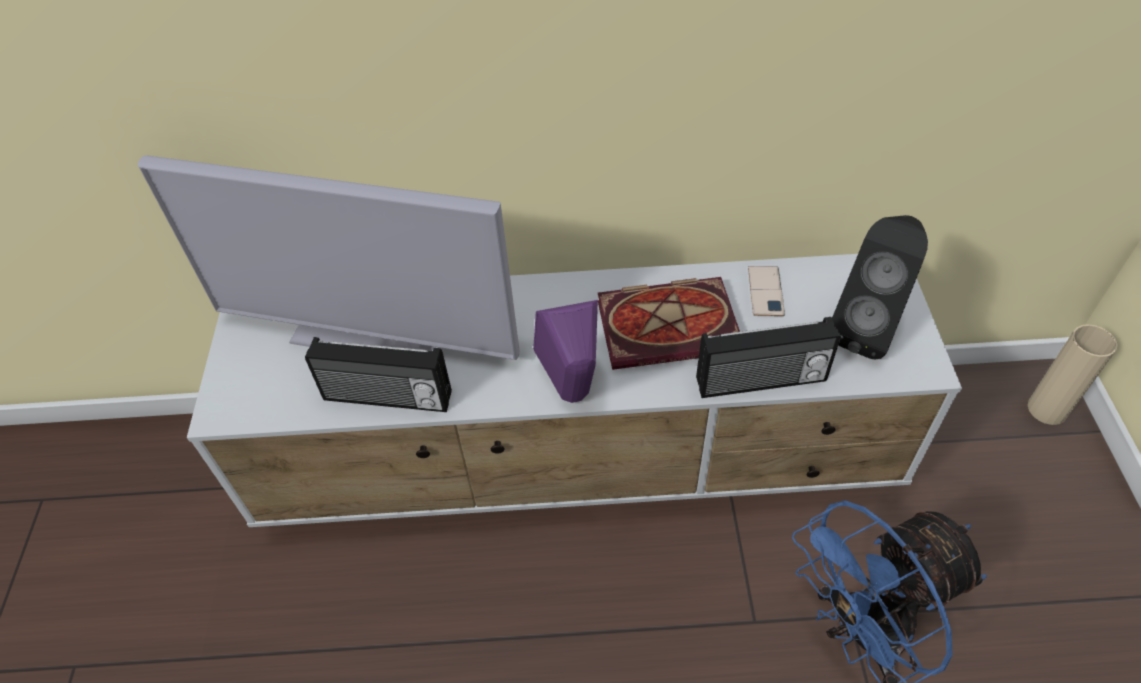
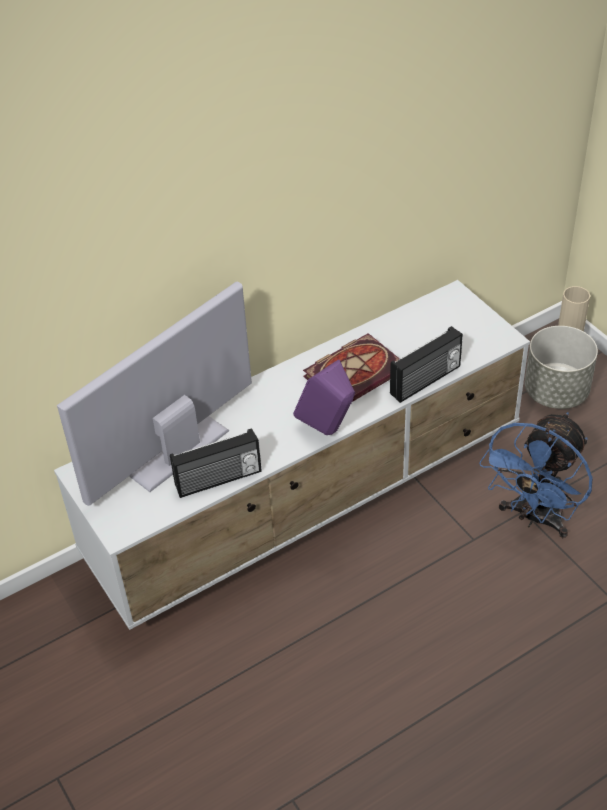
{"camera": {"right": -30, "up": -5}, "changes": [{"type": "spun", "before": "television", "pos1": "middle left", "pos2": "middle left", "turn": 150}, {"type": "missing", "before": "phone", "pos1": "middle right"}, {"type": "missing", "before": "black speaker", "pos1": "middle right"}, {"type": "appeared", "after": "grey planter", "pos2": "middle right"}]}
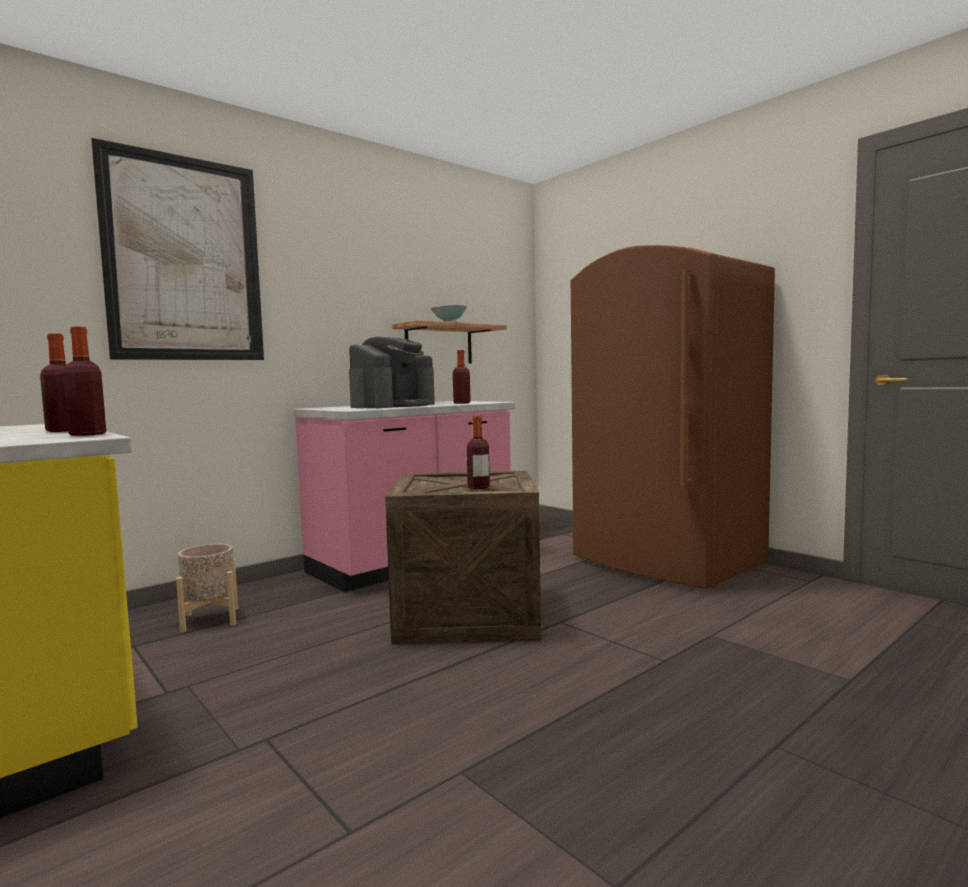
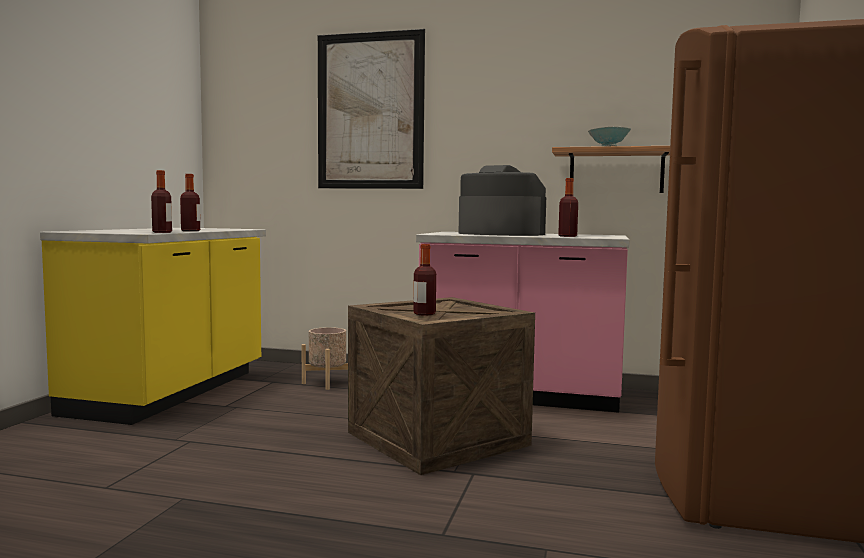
{"camera": {"right": 55, "up": 0}, "changes": [{"type": "spun", "before": "coffee machine", "pos1": "centre", "pos2": "centre", "turn": -150}]}
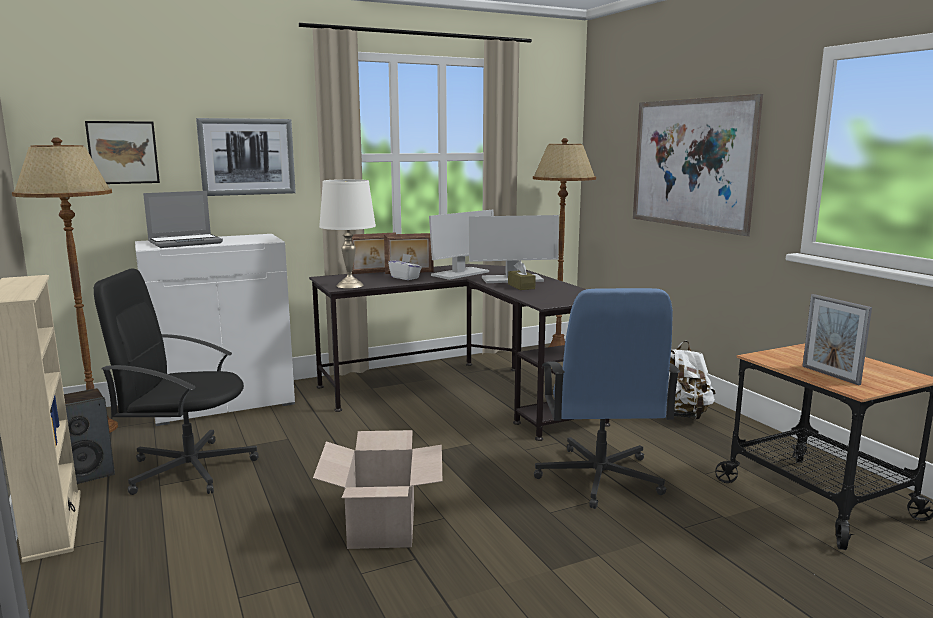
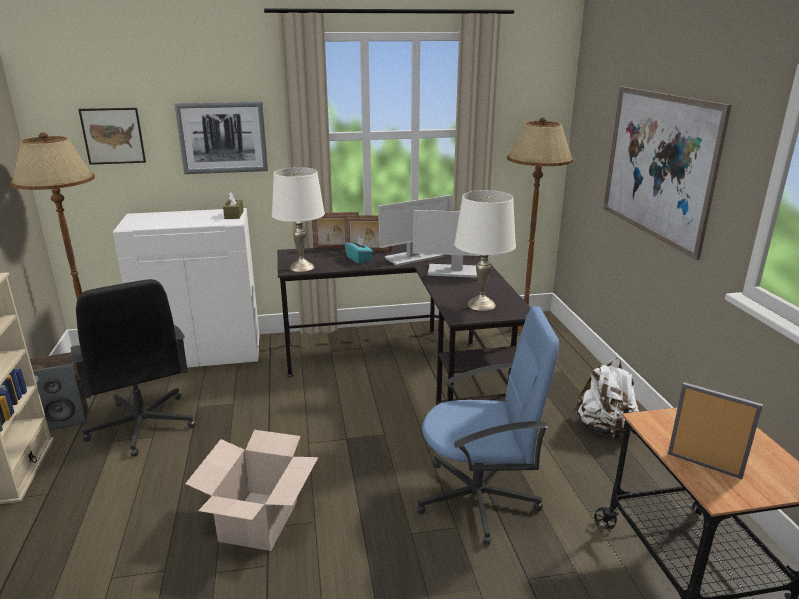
{"camera": {"right": 15, "up": 10}, "changes": [{"type": "spun", "before": "black office chair", "pos1": "middle left", "pos2": "middle left", "turn": -135}, {"type": "missing", "before": "laptop", "pos1": "middle left"}, {"type": "colour", "before": "white tissue box", "after": "turquoise tissue box", "pos1": "centre", "pos2": "centre"}, {"type": "relocated", "before": "brown tissue box", "pos1": "centre", "pos2": "middle left"}, {"type": "spun", "before": "blue office chair", "pos1": "centre", "pos2": "bottom centre", "turn": -105}, {"type": "spun", "before": "picture frame (no. 3 from left)", "pos1": "middle right", "pos2": "bottom right", "turn": 135}, {"type": "appeared", "after": "white table lamp (no. 2 from left)", "pos2": "centre"}]}
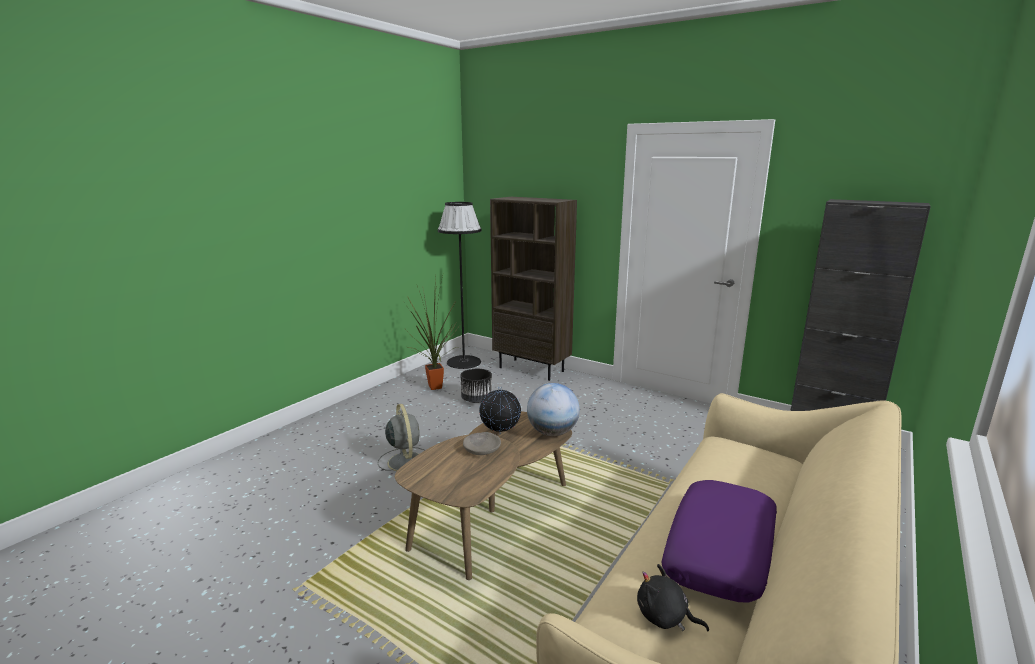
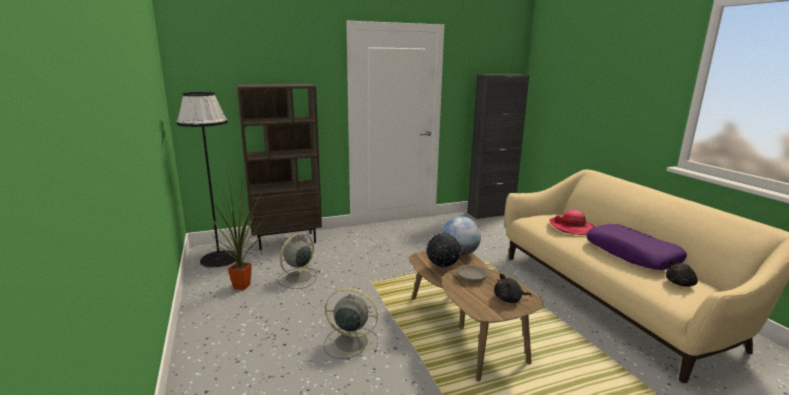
{"camera": {"right": -55, "up": 0}, "changes": [{"type": "exchanged", "before": "black planter", "after": "grey fan (no. 1 from left)", "pos1": "centre", "pos2": "centre"}, {"type": "appeared", "after": "black plush toy (no. 1 from left)", "pos2": "bottom centre"}, {"type": "appeared", "after": "hat", "pos2": "middle right"}]}
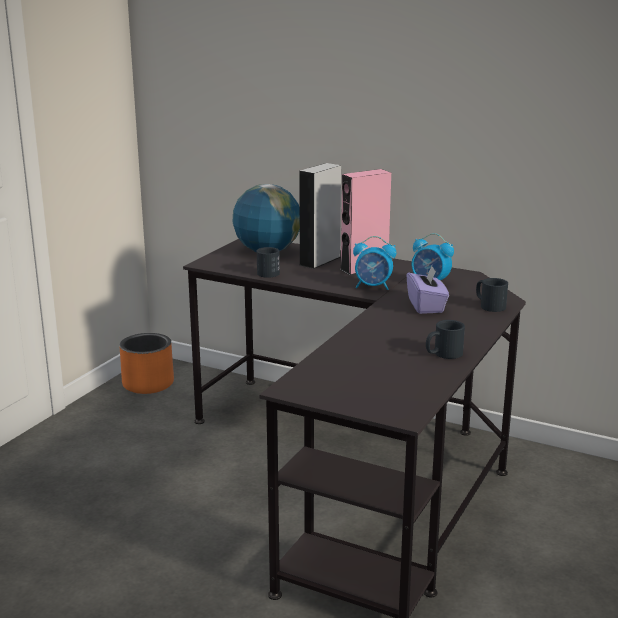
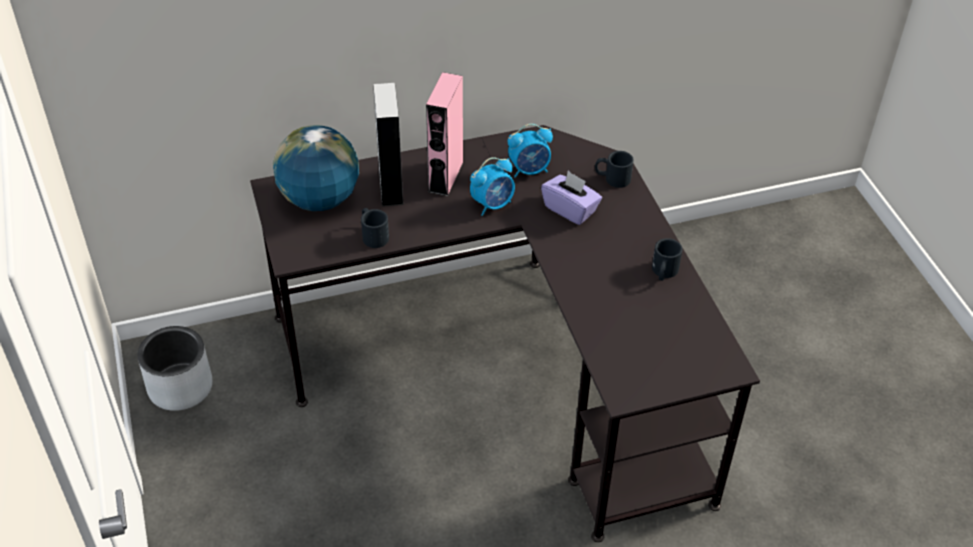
{"camera": {"right": -45, "up": 25}, "changes": [{"type": "colour", "before": "orange planter", "after": "grey planter", "pos1": "middle left", "pos2": "bottom left"}]}
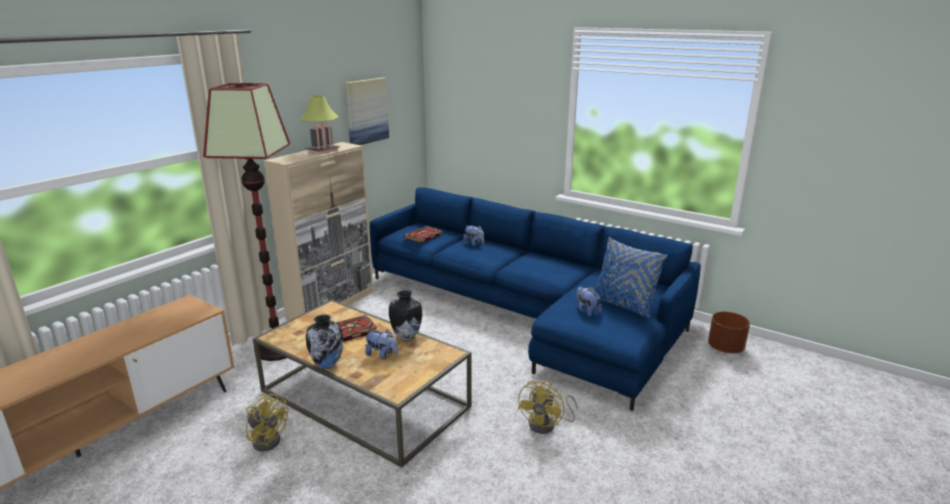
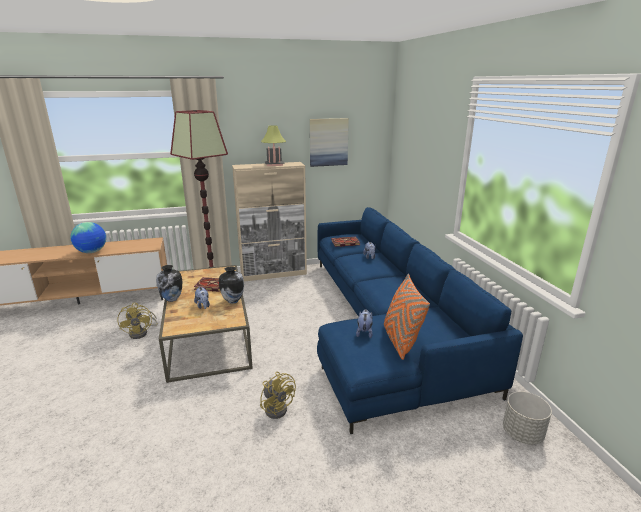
{"camera": {"right": 40, "up": 0}, "changes": [{"type": "spun", "before": "yellow fan (no. 2 from left)", "pos1": "bottom centre", "pos2": "bottom centre", "turn": -105}, {"type": "colour", "before": "blue pillow", "after": "orange pillow", "pos1": "centre", "pos2": "centre"}, {"type": "colour", "before": "brown planter", "after": "grey planter", "pos1": "middle right", "pos2": "bottom right"}, {"type": "appeared", "after": "globe", "pos2": "middle left"}]}
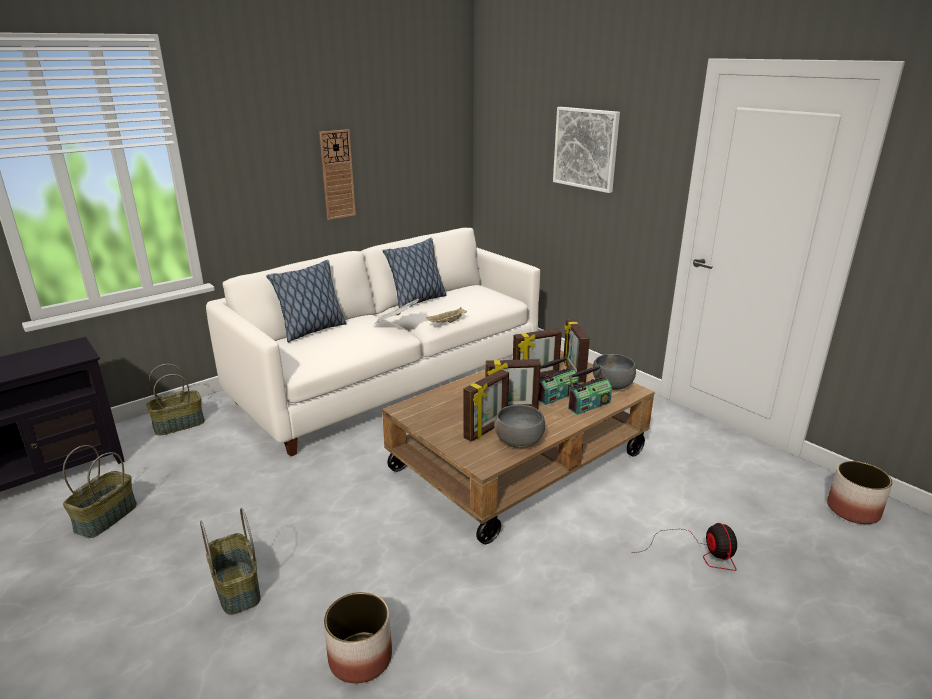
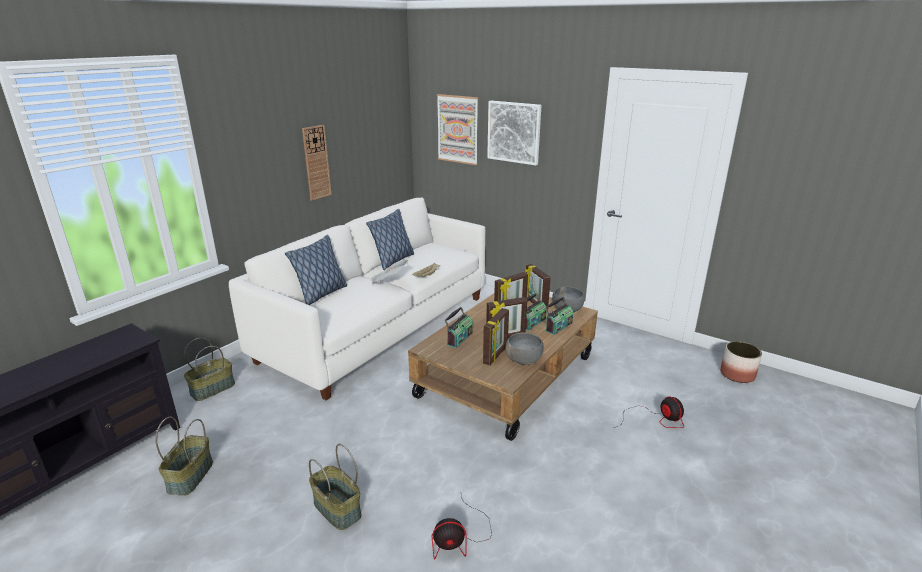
{"camera": {"right": -15, "up": 0}, "changes": [{"type": "exchanged", "before": "planter (no. 1 from left)", "after": "fan (no. 1 from left)", "pos1": "bottom centre", "pos2": "bottom centre"}, {"type": "appeared", "after": "picture (no. 1 from left)", "pos2": "top centre"}, {"type": "appeared", "after": "radio (no. 1 from left)", "pos2": "centre"}]}
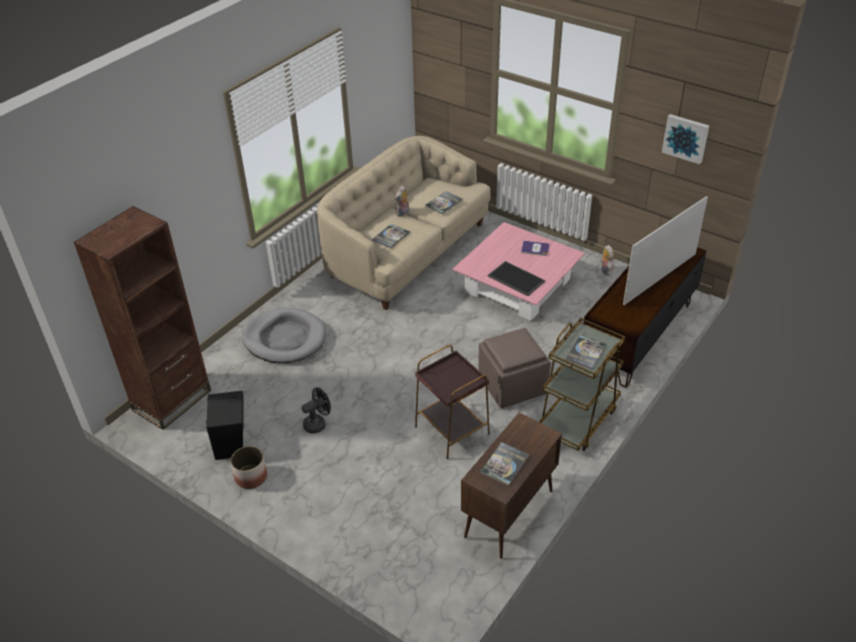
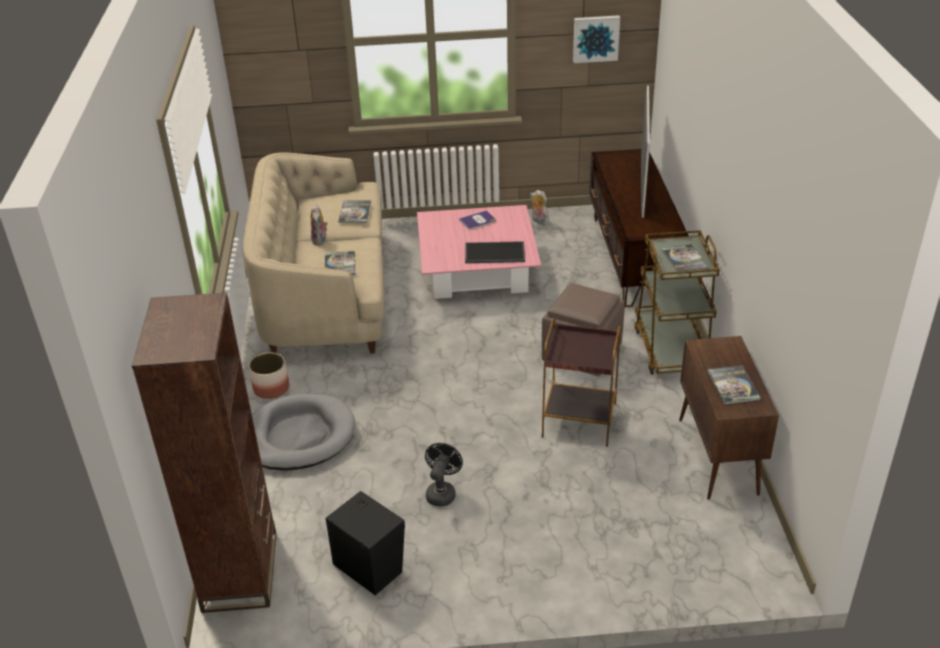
{"camera": {"right": -40, "up": -5}, "changes": [{"type": "relocated", "before": "planter", "pos1": "bottom left", "pos2": "middle left"}]}
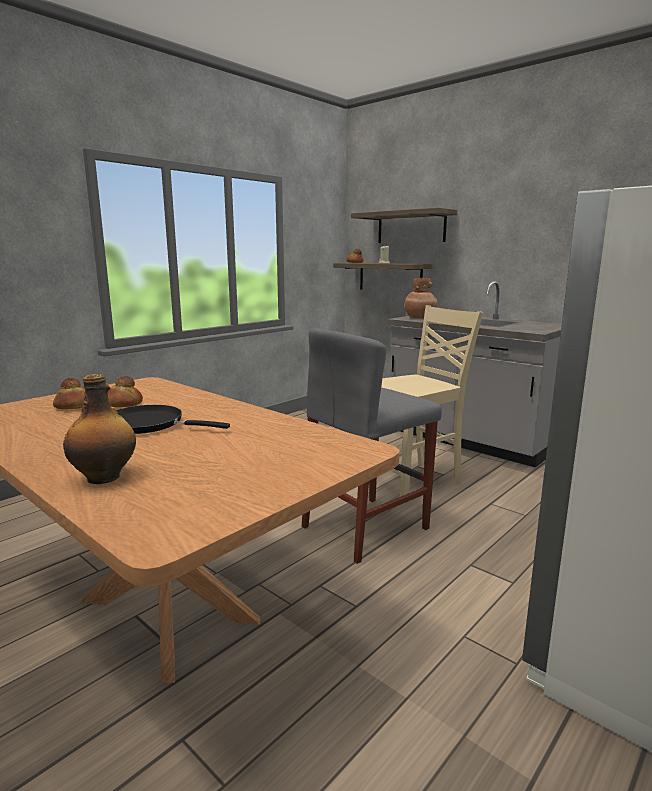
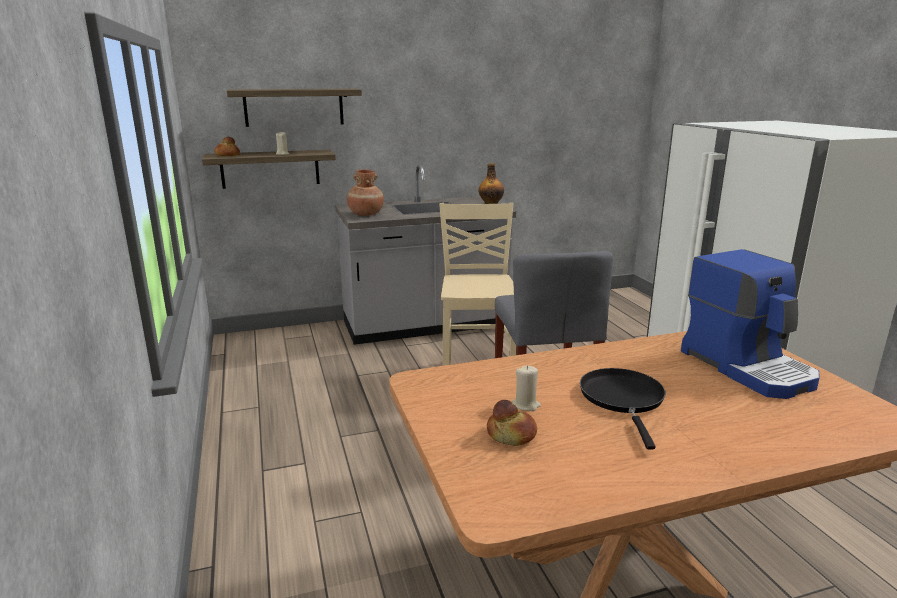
{"camera": {"right": -60, "up": 5}, "changes": [{"type": "relocated", "before": "bottle", "pos1": "middle left", "pos2": "top centre"}, {"type": "exchanged", "before": "bread (no. 2 from left)", "after": "beige candle (no. 2 from left)", "pos1": "middle left", "pos2": "centre"}, {"type": "spun", "before": "black frying pan", "pos1": "middle left", "pos2": "bottom right", "turn": 135}, {"type": "appeared", "after": "coffee machine", "pos2": "middle right"}]}
